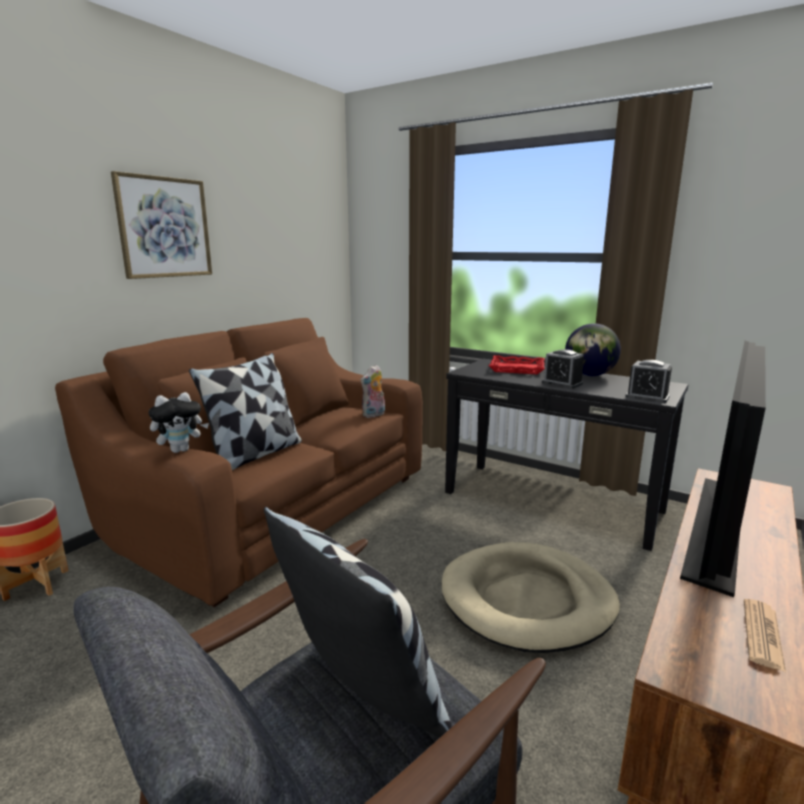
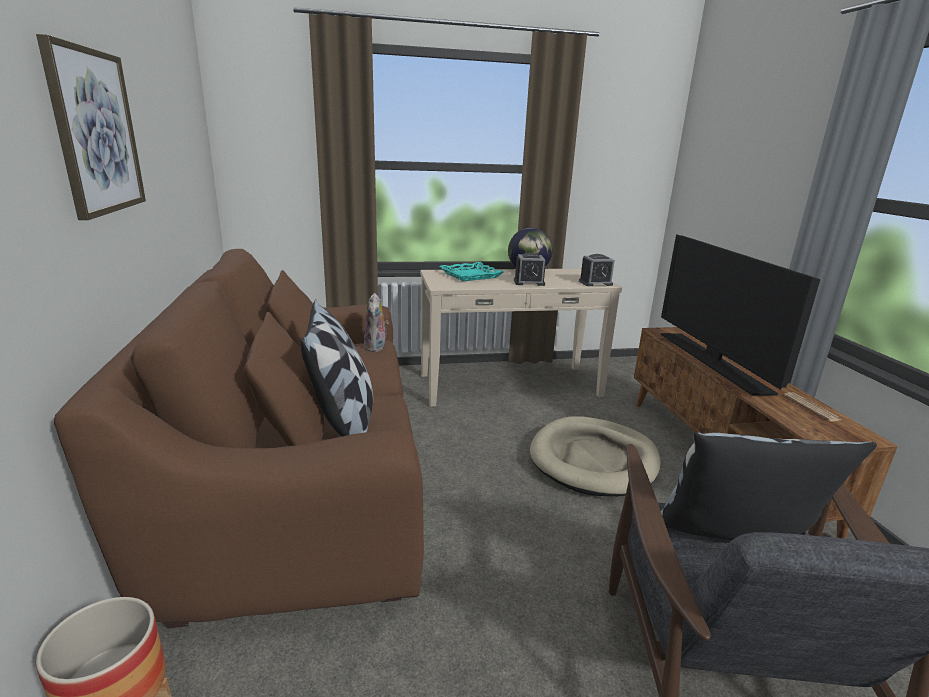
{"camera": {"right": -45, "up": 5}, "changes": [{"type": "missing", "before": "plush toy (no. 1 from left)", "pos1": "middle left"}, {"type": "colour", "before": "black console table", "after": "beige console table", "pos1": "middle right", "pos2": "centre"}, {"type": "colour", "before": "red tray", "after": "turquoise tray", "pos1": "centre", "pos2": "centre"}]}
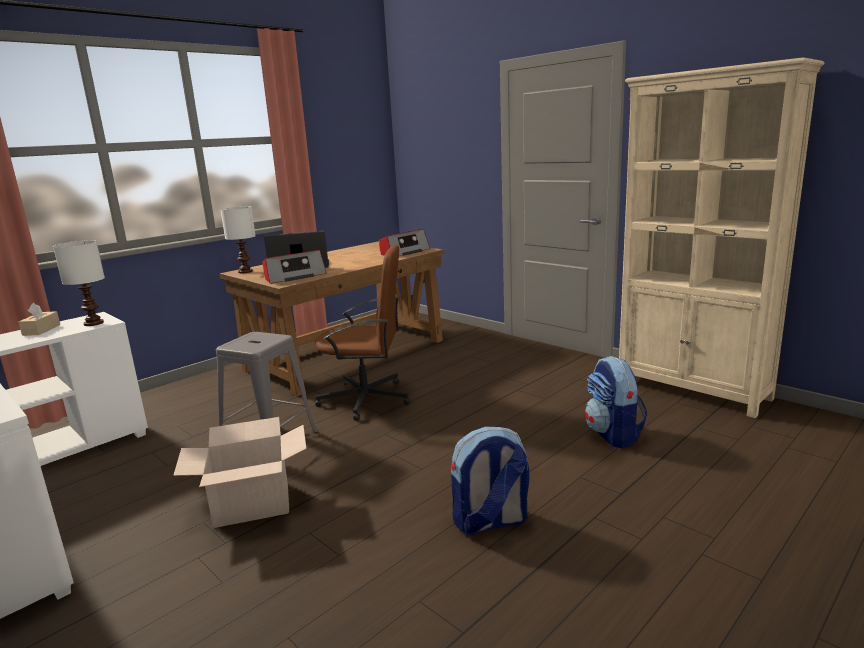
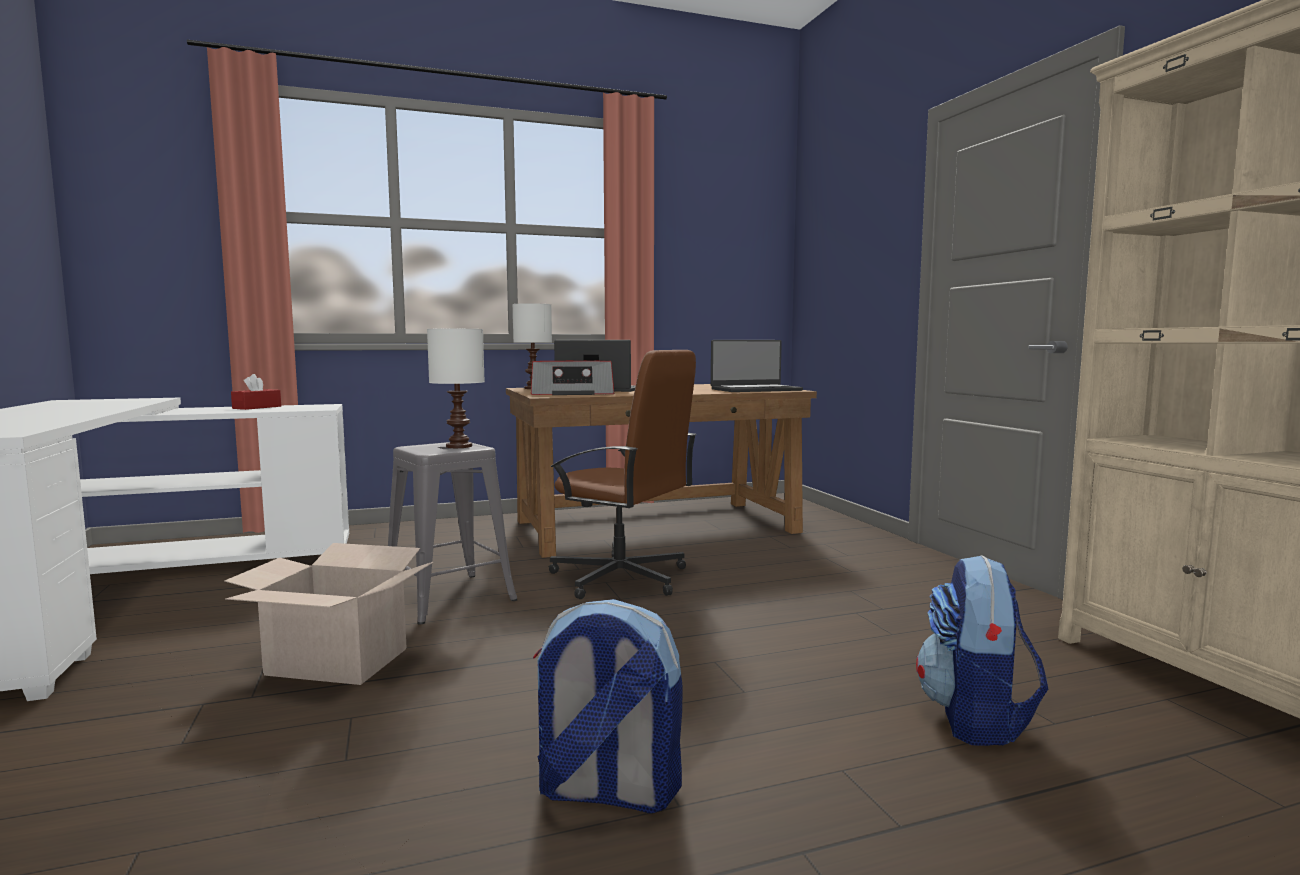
{"camera": {"right": 25, "up": -10}, "changes": [{"type": "colour", "before": "beige tissue box", "after": "red tissue box", "pos1": "middle left", "pos2": "middle left"}, {"type": "relocated", "before": "white table lamp (no. 1 from left)", "pos1": "middle left", "pos2": "centre"}, {"type": "exchanged", "before": "radio (no. 2 from left)", "after": "laptop (no. 2 from left)", "pos1": "centre", "pos2": "centre"}]}
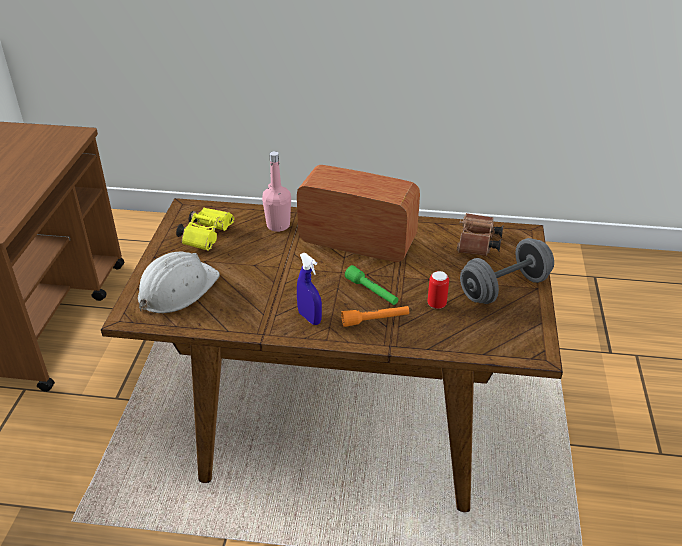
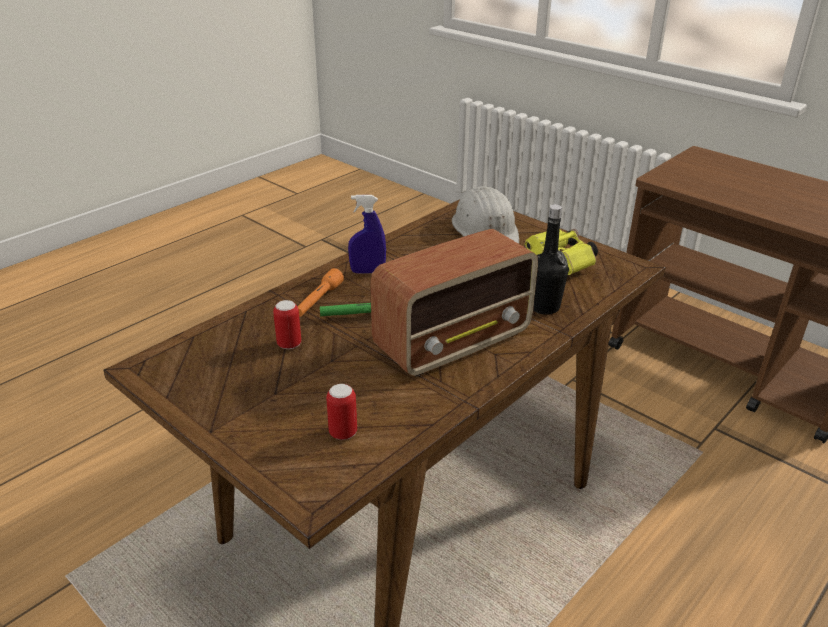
{"camera": {"right": 125, "up": -5}, "changes": [{"type": "colour", "before": "pink bottle", "after": "black bottle", "pos1": "centre", "pos2": "centre"}, {"type": "exchanged", "before": "brown binoculars", "after": "can (no. 2 from left)", "pos1": "middle right", "pos2": "centre"}, {"type": "missing", "before": "grey dumbbell", "pos1": "middle right"}]}
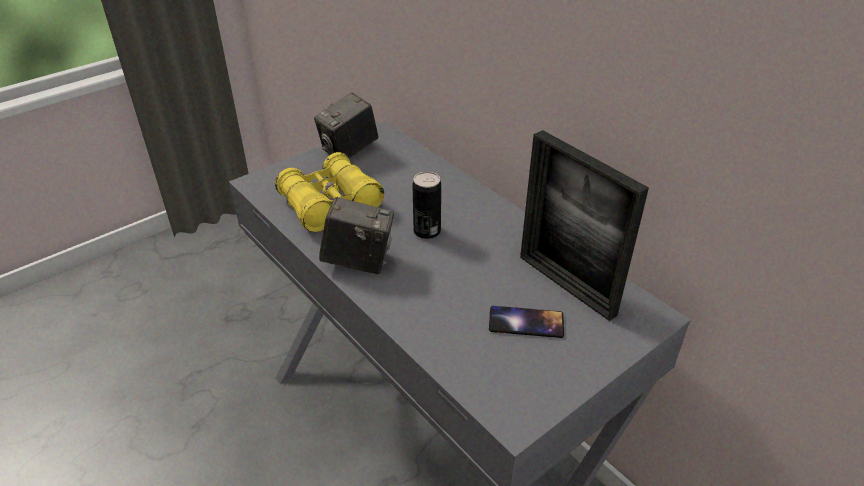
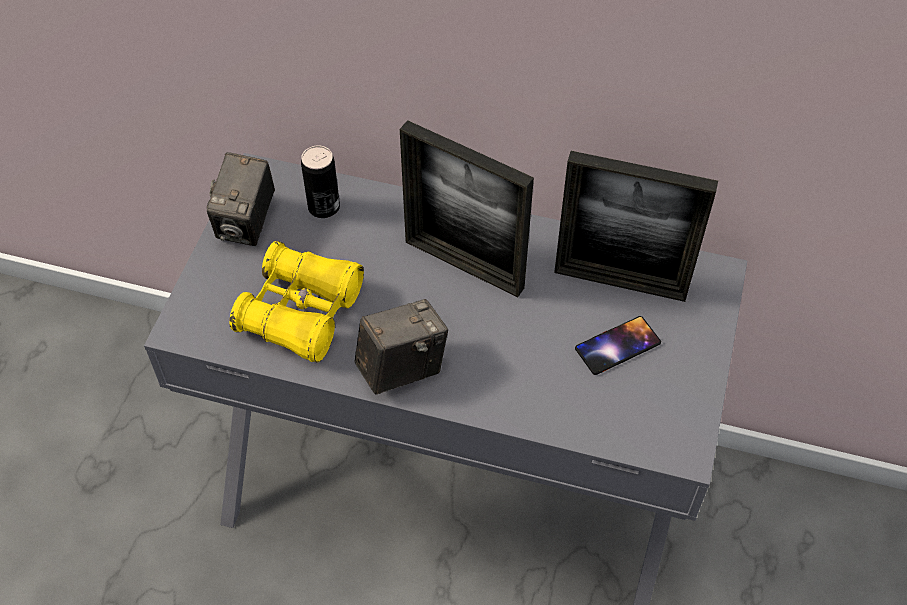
{"camera": {"right": -35, "up": 15}, "changes": [{"type": "relocated", "before": "can", "pos1": "centre", "pos2": "top centre"}, {"type": "appeared", "after": "picture frame (no. 1 from left)", "pos2": "centre"}]}
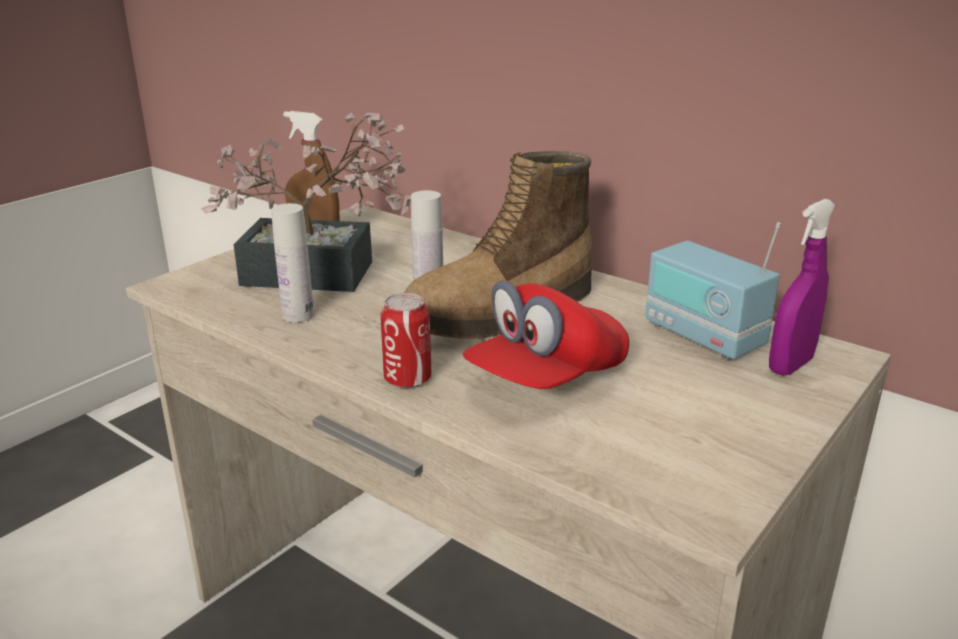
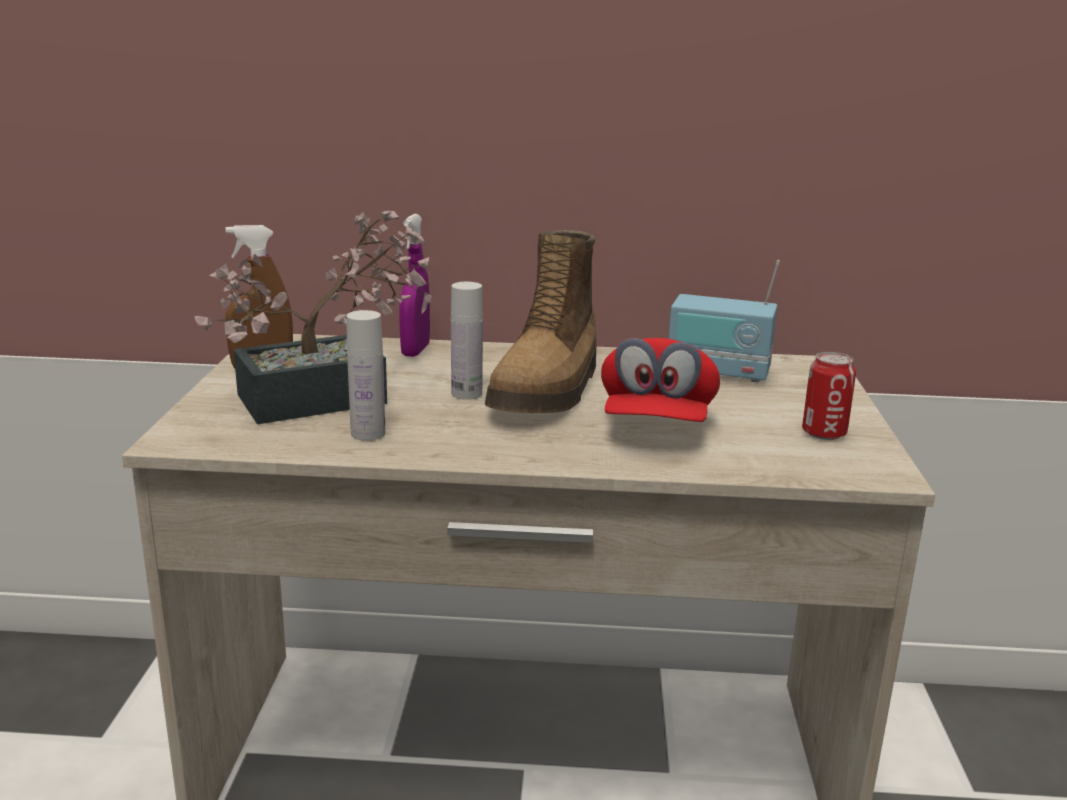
{"camera": {"right": -35, "up": -5}, "changes": [{"type": "relocated", "before": "can", "pos1": "centre", "pos2": "middle right"}, {"type": "relocated", "before": "purple spray bottle", "pos1": "middle right", "pos2": "centre"}]}
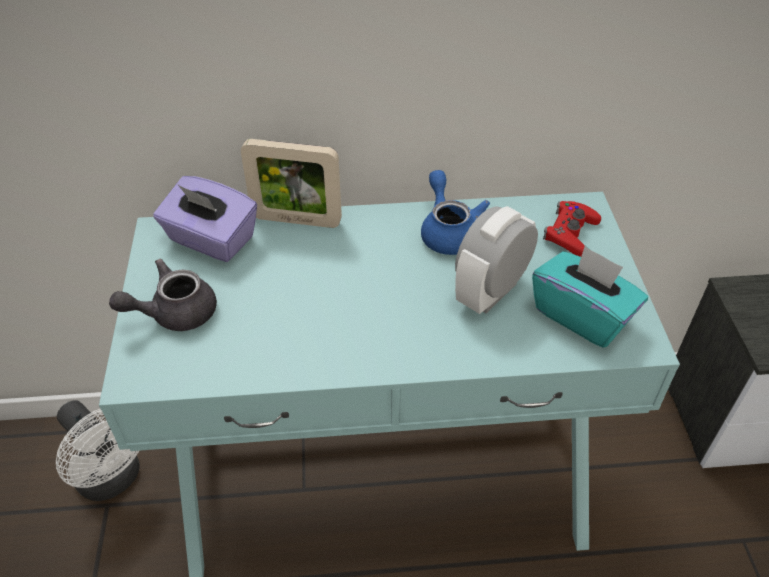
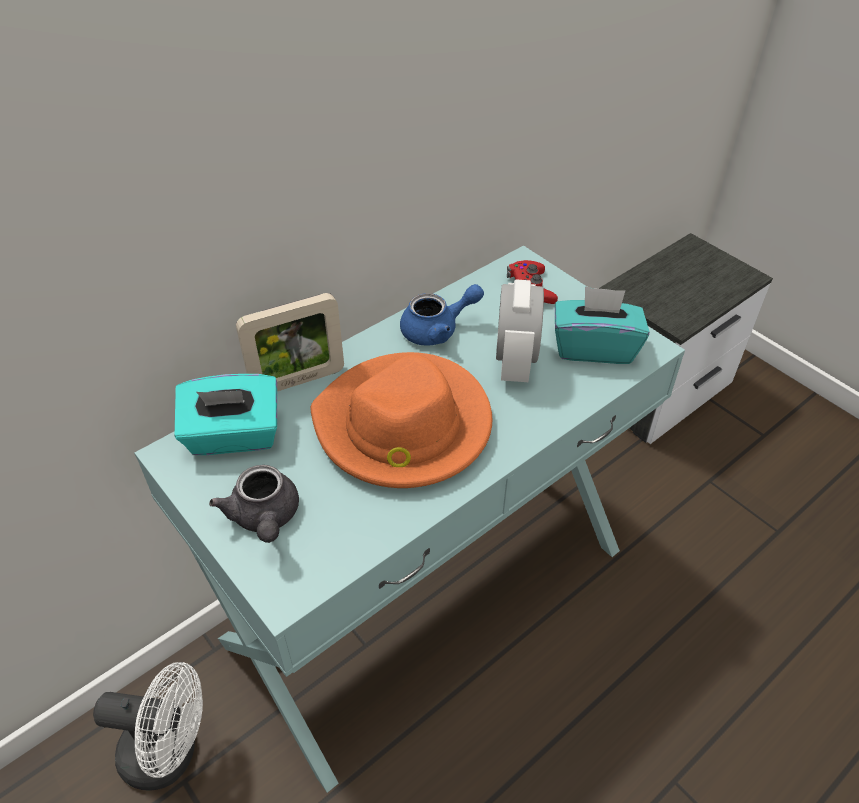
{"camera": {"right": -35, "up": 0}, "changes": [{"type": "spun", "before": "grey teapot", "pos1": "middle left", "pos2": "middle left", "turn": -45}, {"type": "colour", "before": "purple tissue box", "after": "turquoise tissue box (no. 1 from left)", "pos1": "middle left", "pos2": "middle left"}, {"type": "spun", "before": "blue teapot", "pos1": "centre", "pos2": "centre", "turn": 120}, {"type": "appeared", "after": "orange hat", "pos2": "centre"}]}
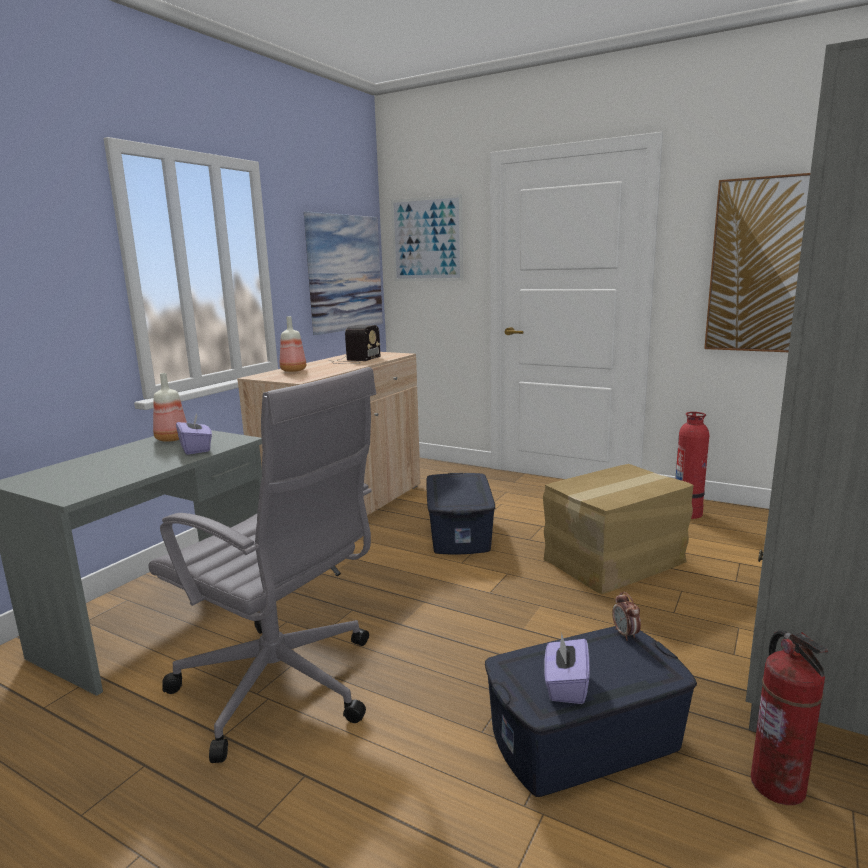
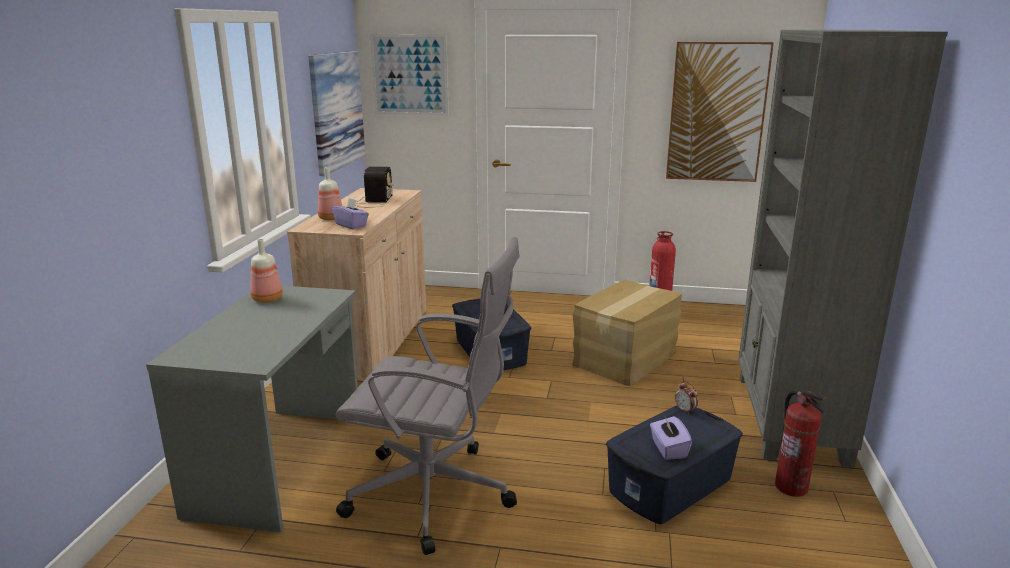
{"camera": {"right": -20, "up": 5}, "changes": [{"type": "relocated", "before": "purple tissue box (no. 1 from left)", "pos1": "middle left", "pos2": "centre"}]}
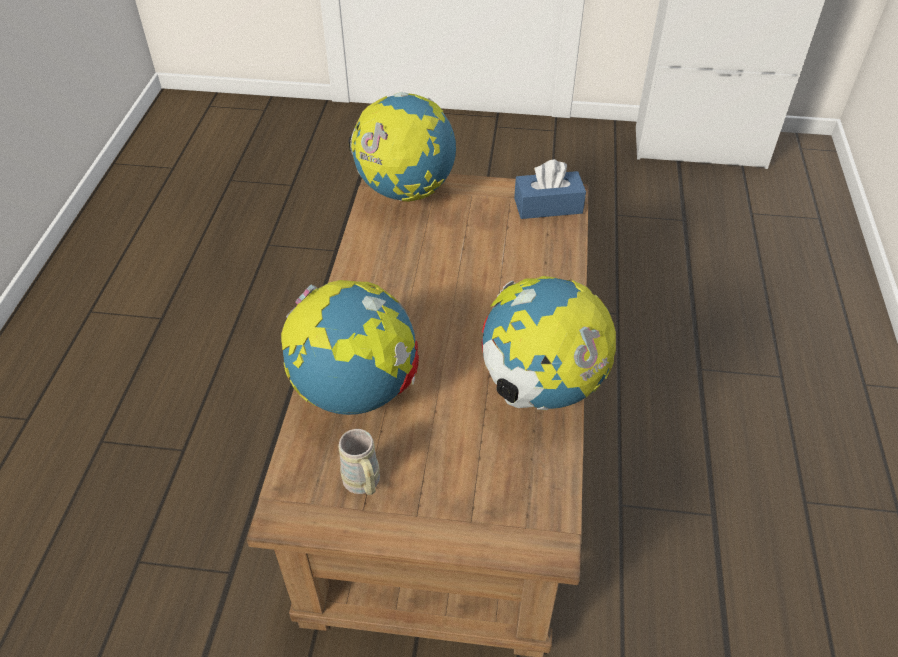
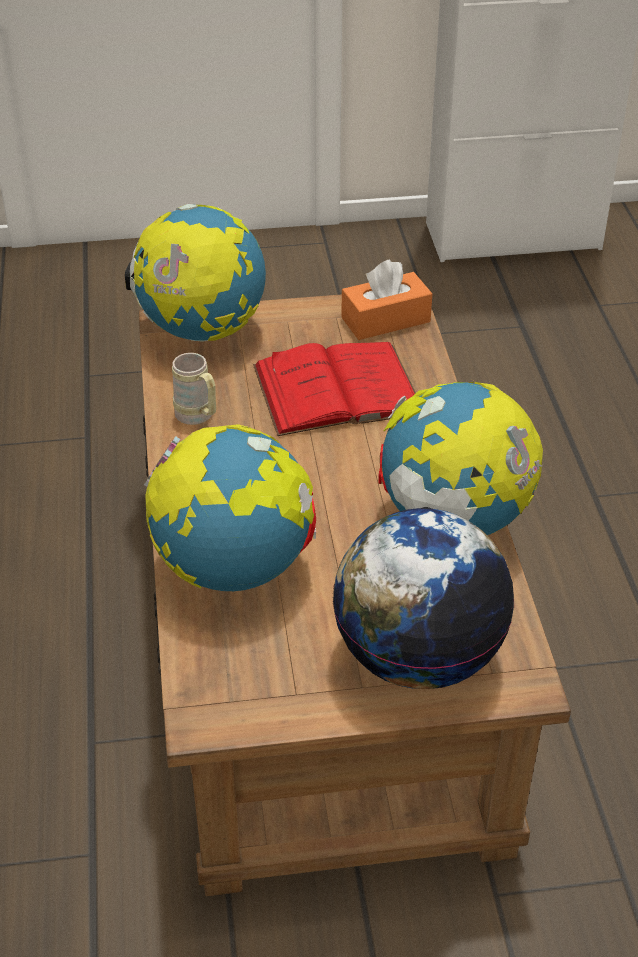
{"camera": {"right": -15, "up": -5}, "changes": [{"type": "relocated", "before": "beige mug", "pos1": "bottom centre", "pos2": "middle left"}, {"type": "colour", "before": "blue tissue box", "after": "orange tissue box", "pos1": "top centre", "pos2": "top centre"}, {"type": "appeared", "after": "red book", "pos2": "centre"}, {"type": "appeared", "after": "globe (no. 3 from left)", "pos2": "centre"}]}
